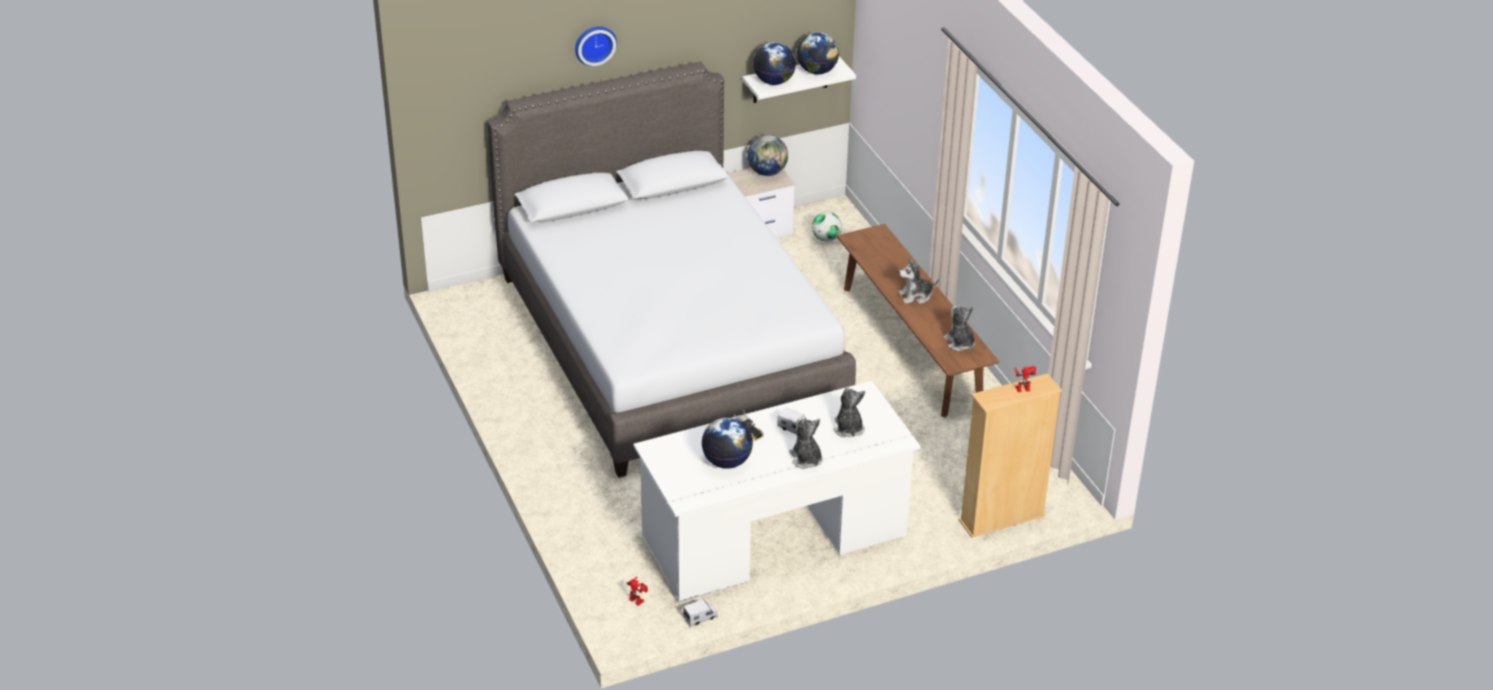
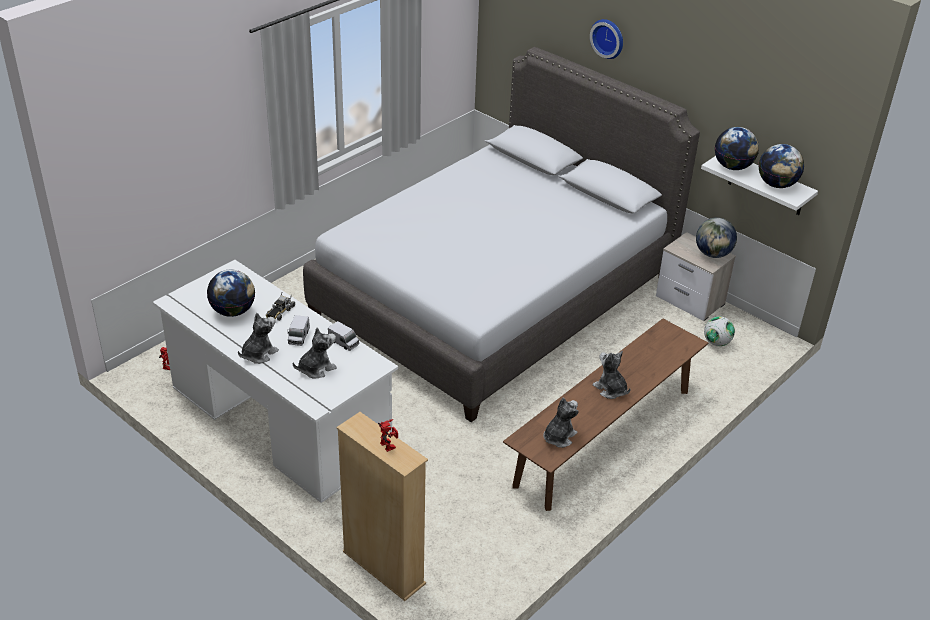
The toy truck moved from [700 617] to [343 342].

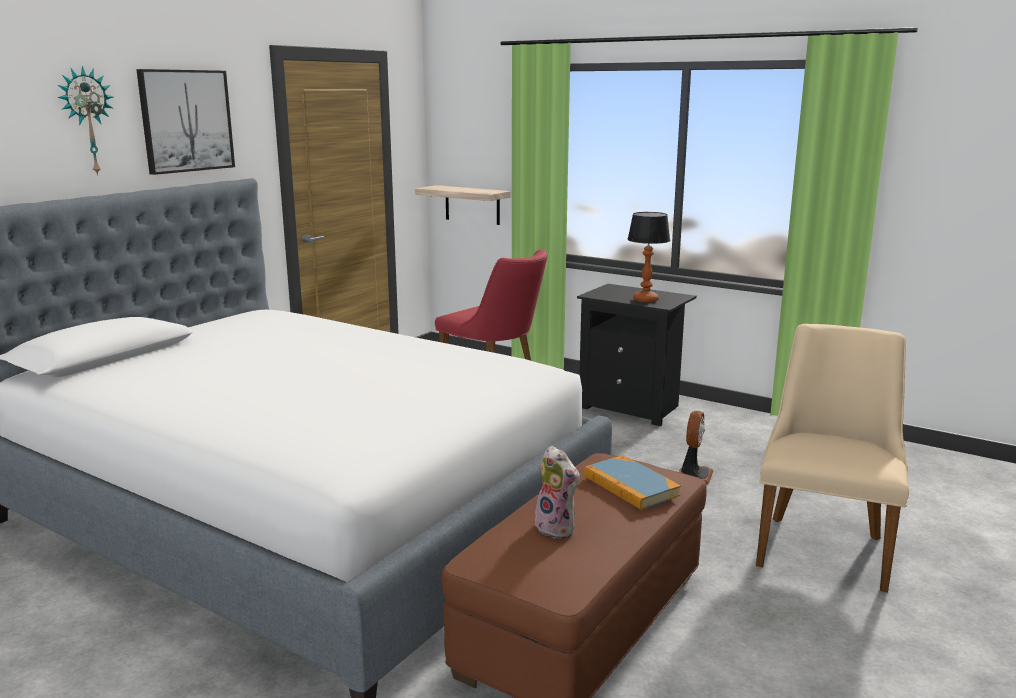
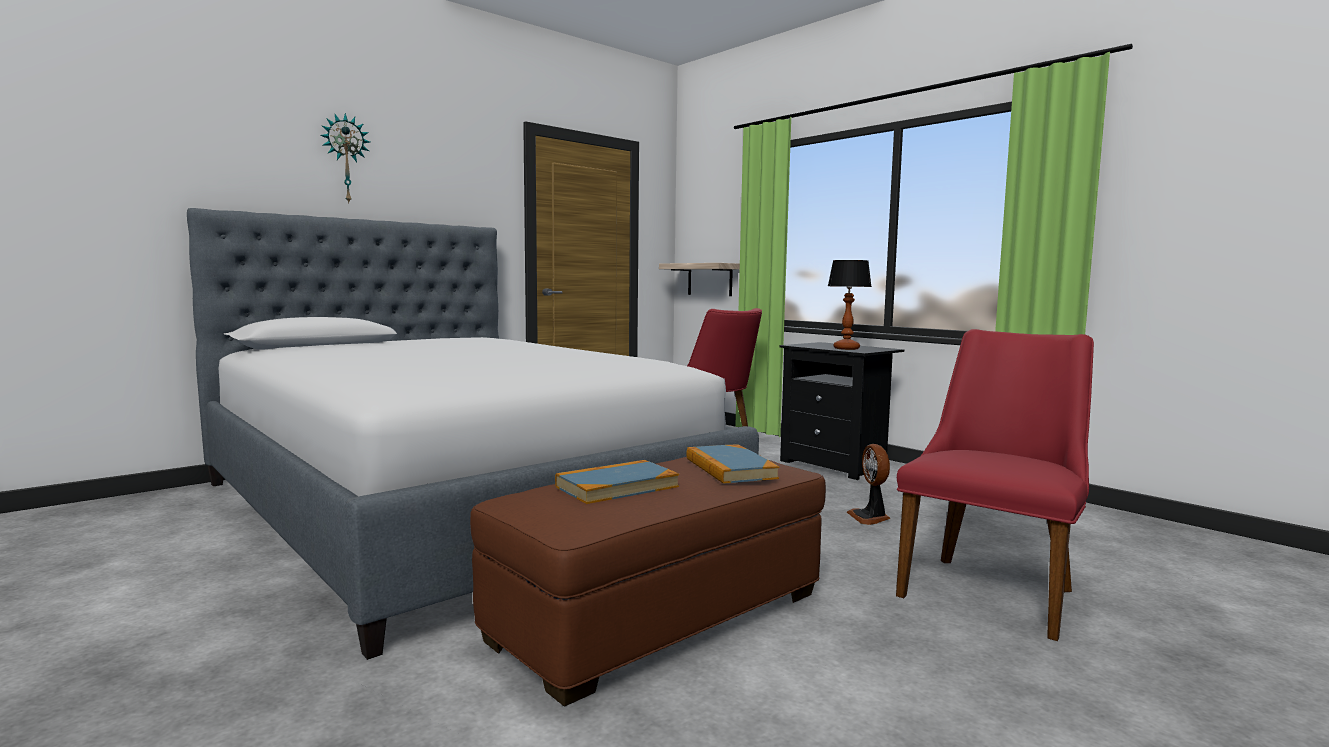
The wall art at [186 121] disappeared.
The plush toy at [558 528] was replaced by the book at [617 486].
The upright chair (beige) at [824 544] became the upright chair (reddish) at [993 588].
The electric fan at [694 475] turned 135 degrees clockwise.

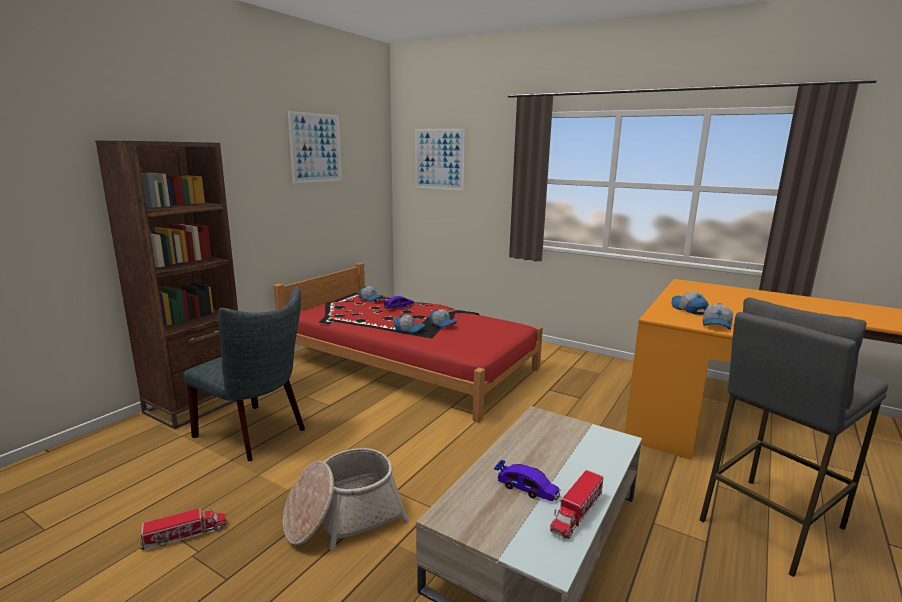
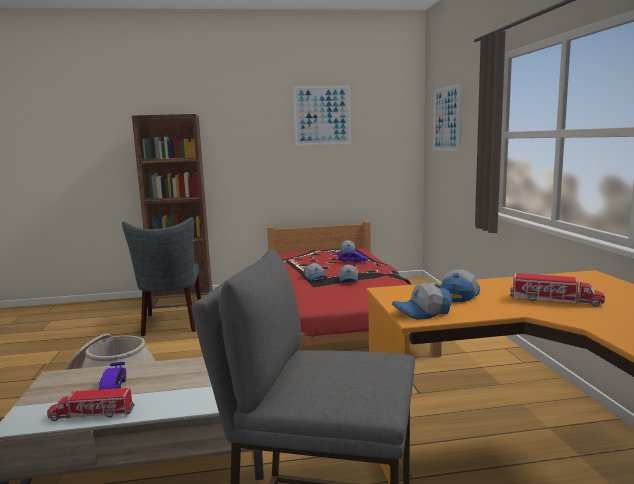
The toy truck moved from [185 535] to [555 300].

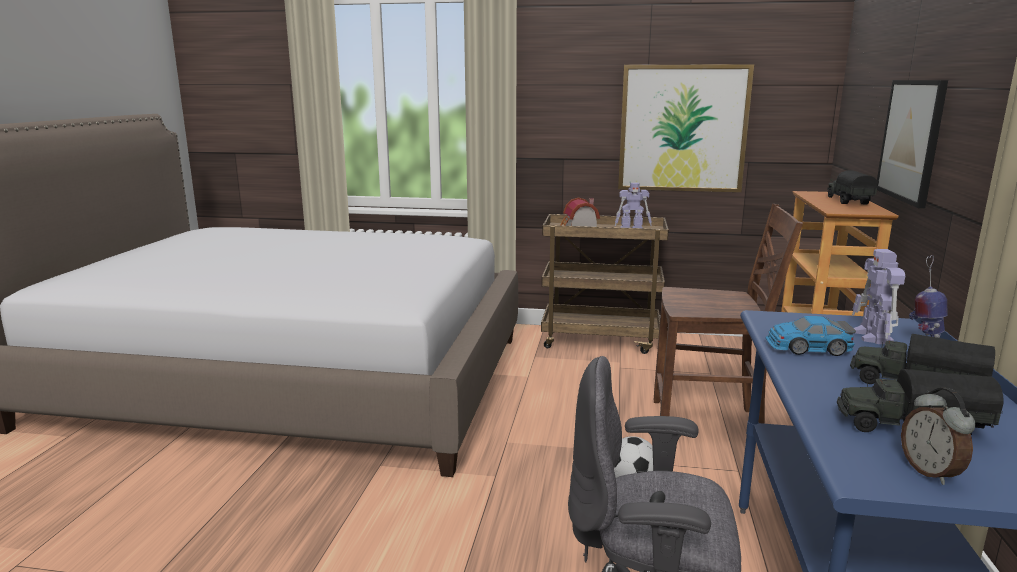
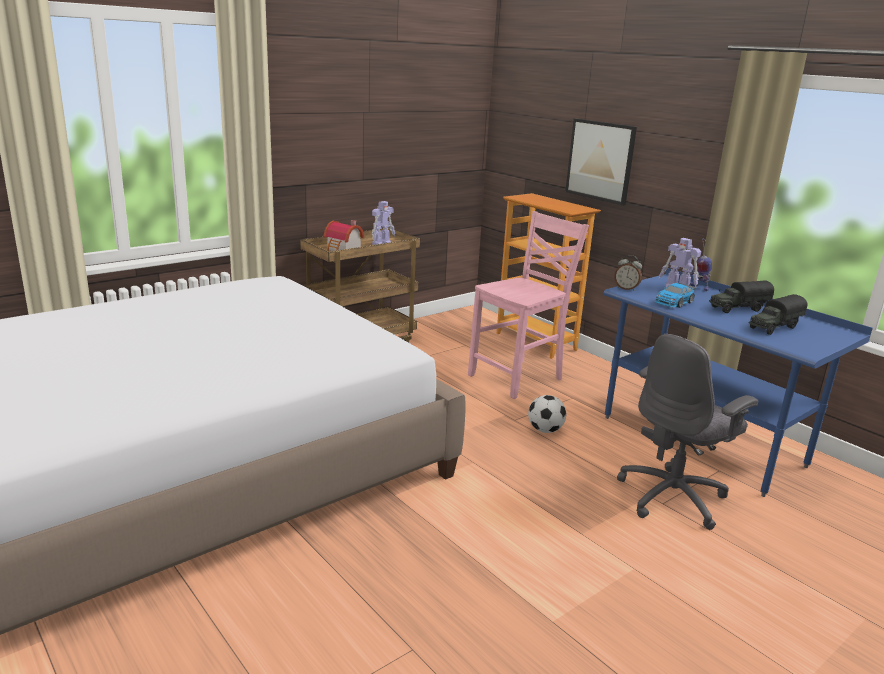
The wall art at [683 128] disappeared.
The toy truck at [847 201] disappeared.
The alarm clock moved from [931 472] to [626 288].
The upright chair (brownish) at [709 424] became the upright chair (pink) at [518 378].

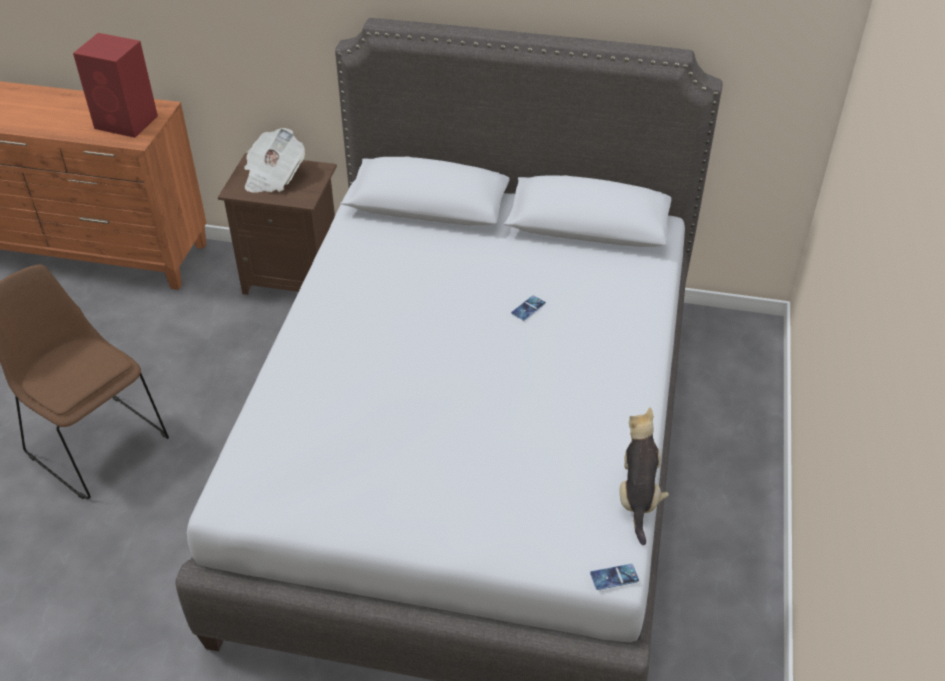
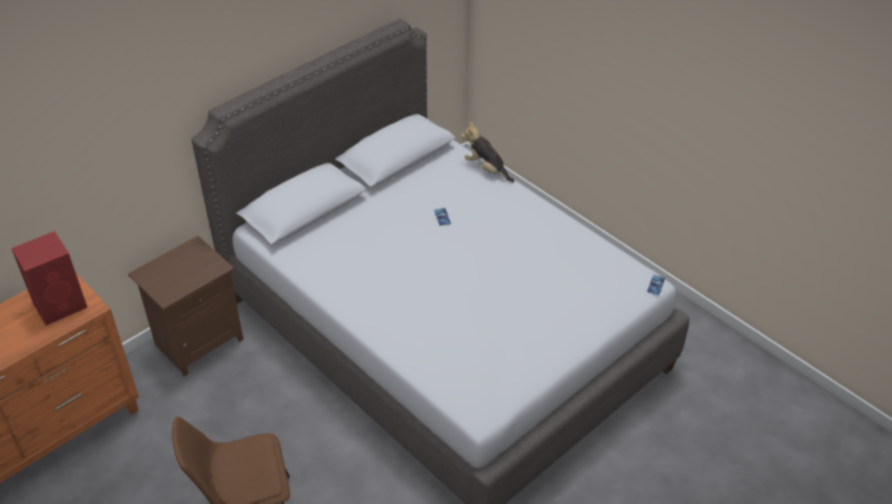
The newspaper at [273 177] disappeared.
The plush toy moved from [638 496] to [486 169].

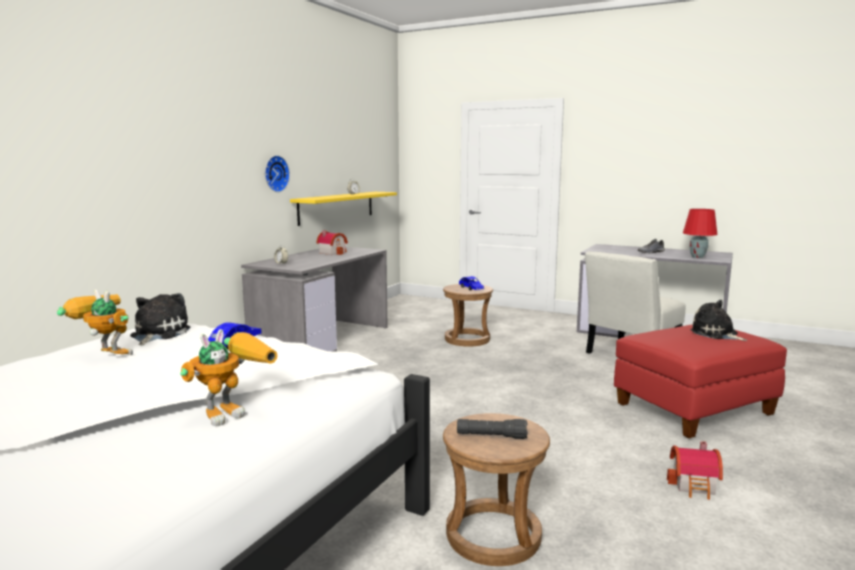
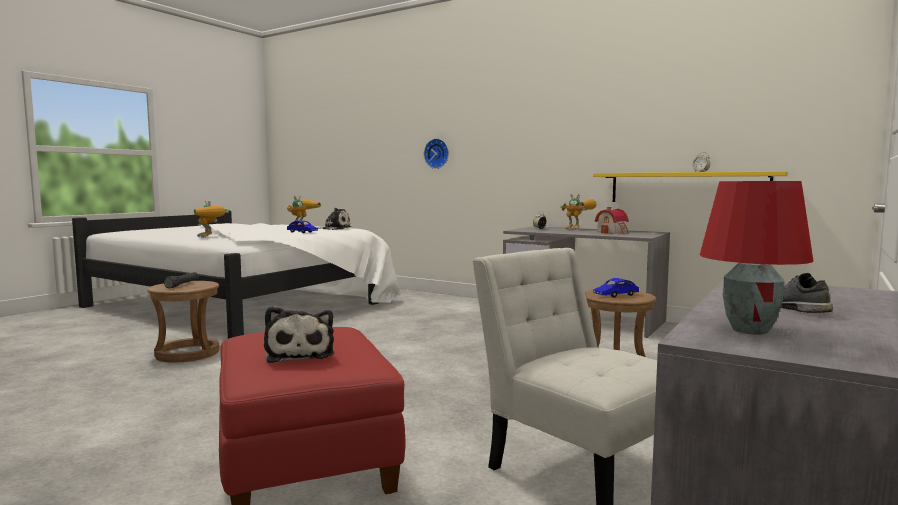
The model house at [695 486] disappeared.
The robot figure at [579 229] appeared.
The wall clock moved from [275 173] to [437 153].
The plush toy at [716 334] turned 105 degrees clockwise.

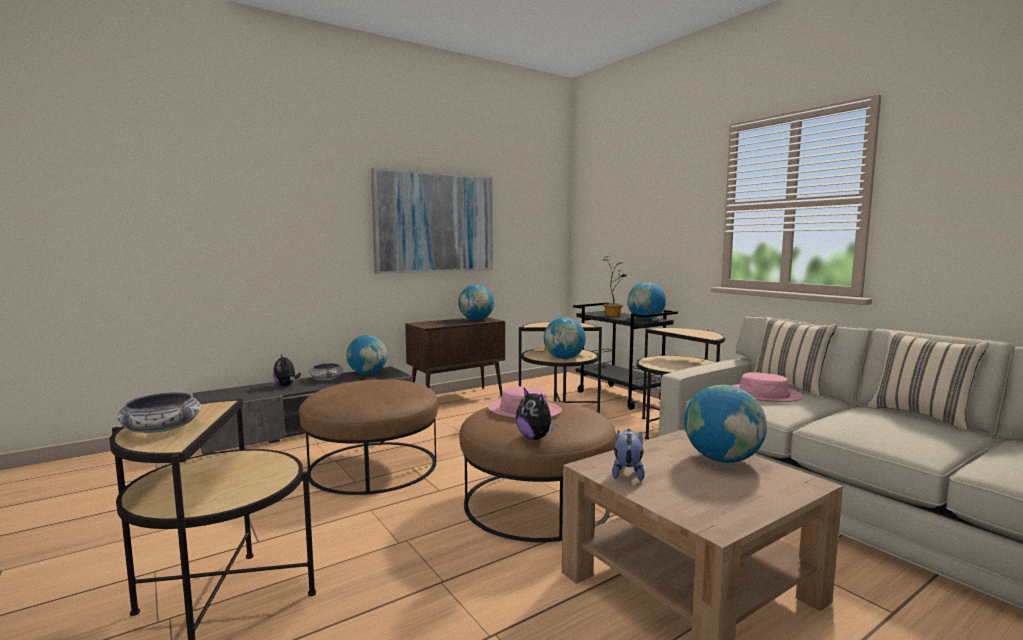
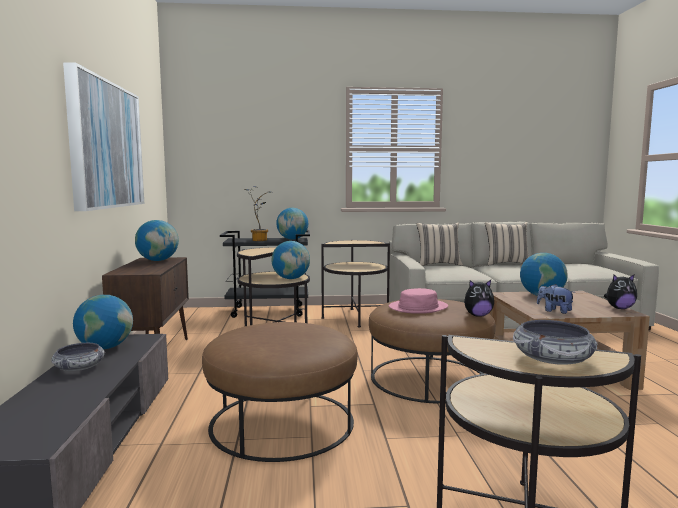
The clothing hat (pink) at [763 394] disappeared.
The plush toy moved from [286 385] to [619 308].

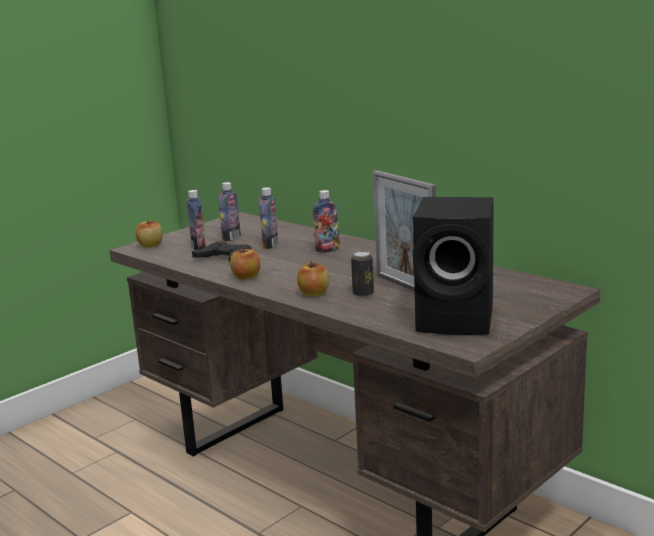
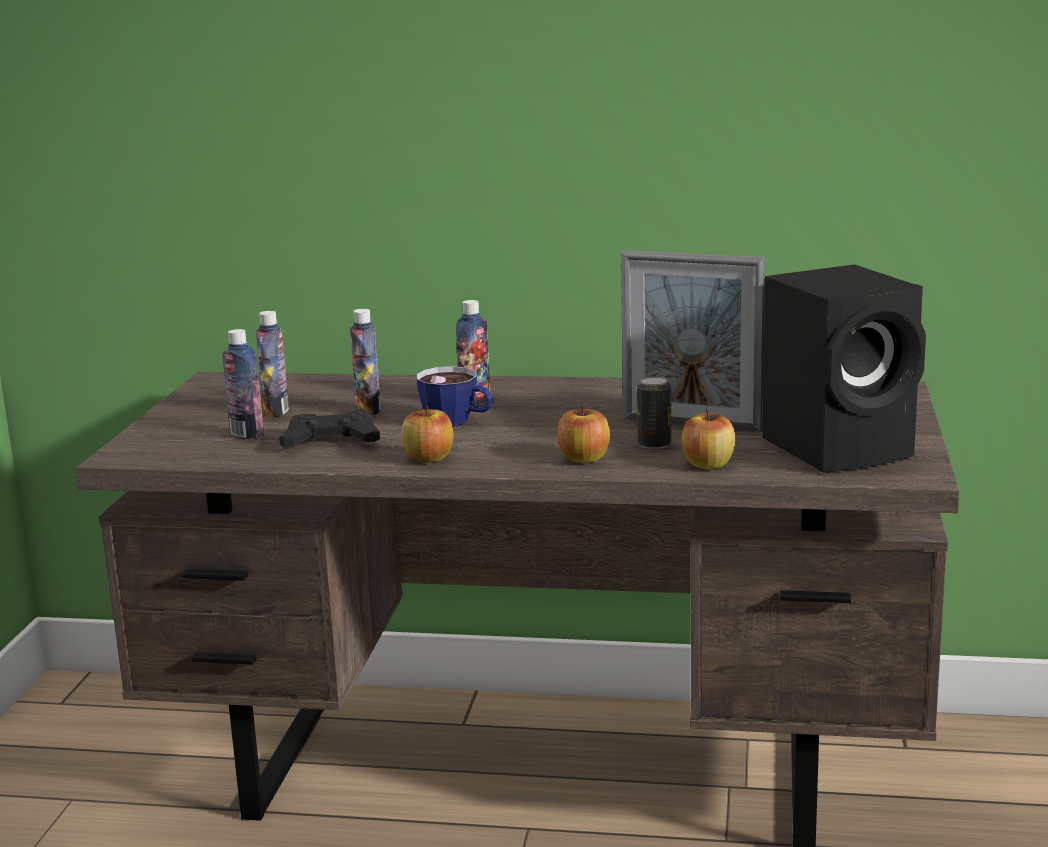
The drinking cup at [457 421] appeared.
The apple fruit moved from [150 245] to [708 464].

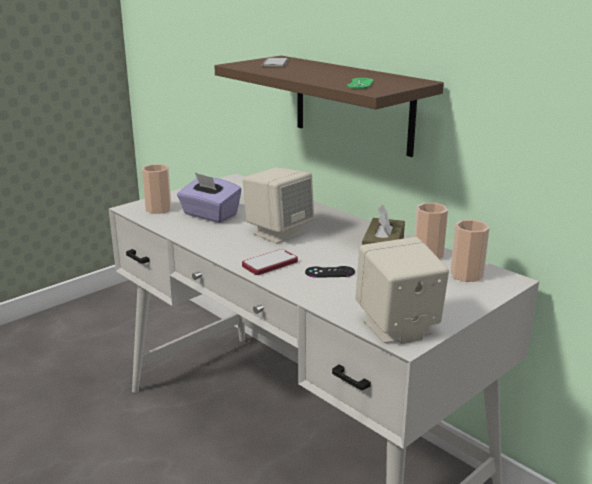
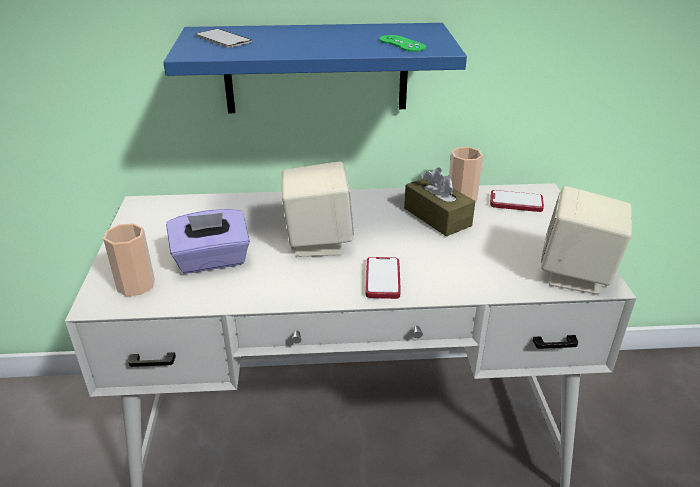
The game controller (blackish) at [330 272] disappeared.
The drinking cup at [466 275] was replaced by the handset at [516 202].
The shelf (brownish) at [353 104] became the shelf (blue) at [316 69].

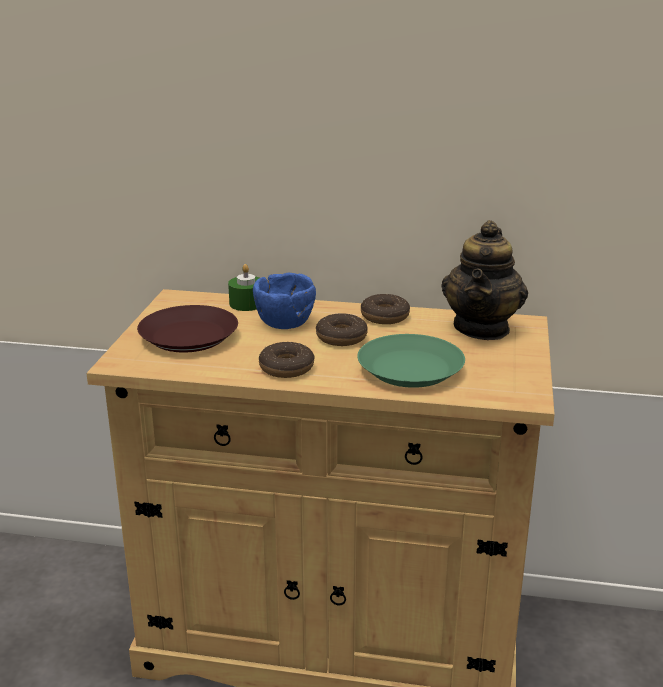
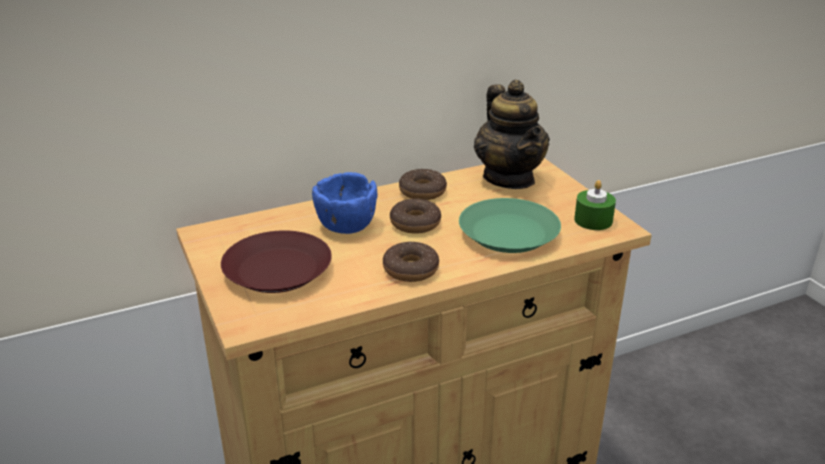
The wax light (green) moved from [247 303] to [593 220].

